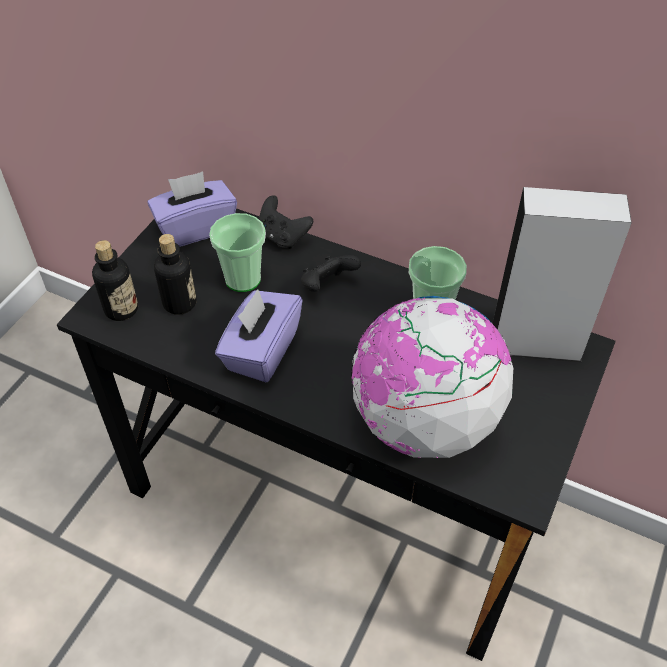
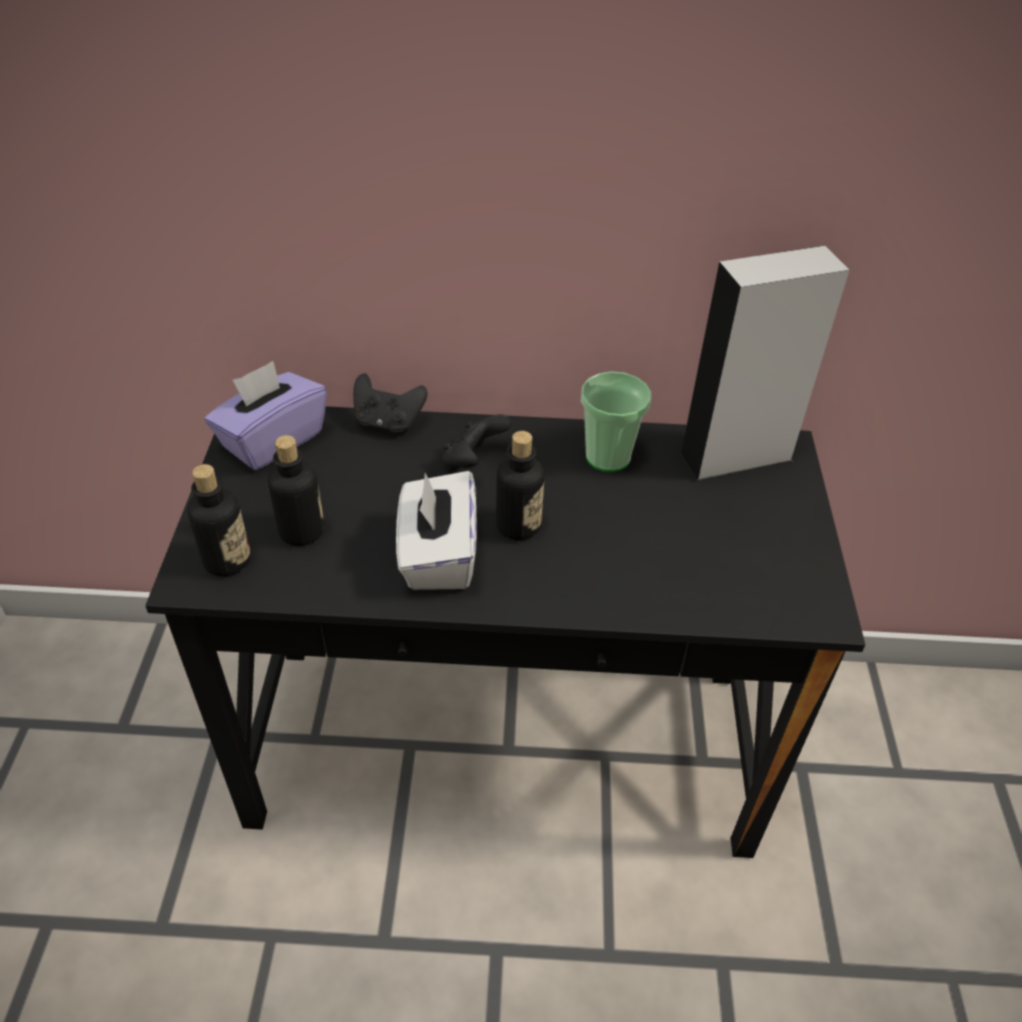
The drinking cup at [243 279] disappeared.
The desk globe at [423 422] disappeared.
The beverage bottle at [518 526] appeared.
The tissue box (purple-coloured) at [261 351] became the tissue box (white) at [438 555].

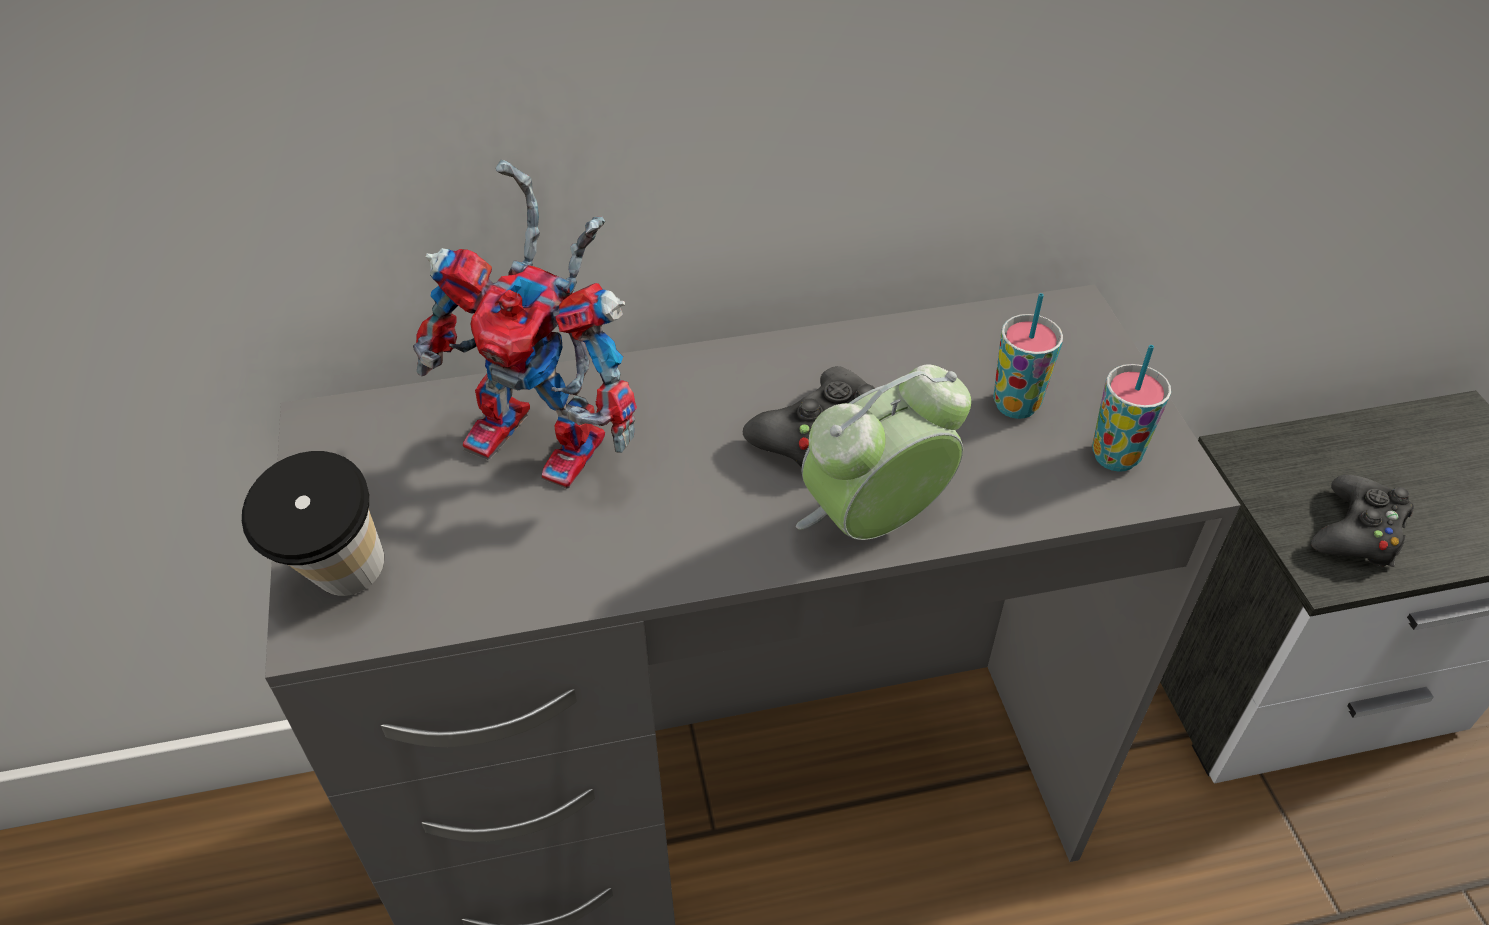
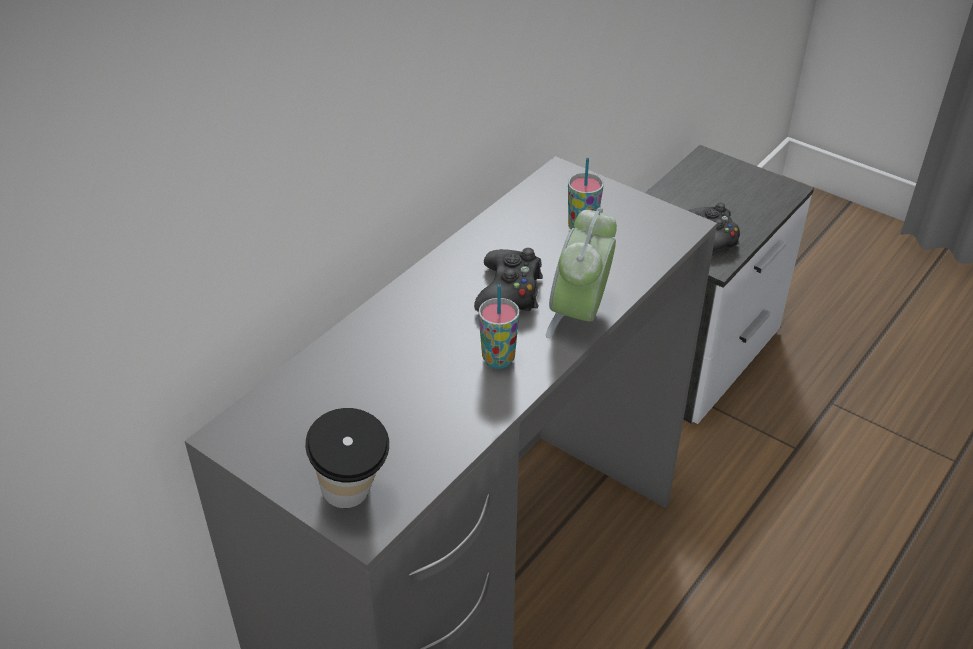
The robot figure at [553 442] disappeared.
The drinking cup moved from [1115 456] to [498 359].

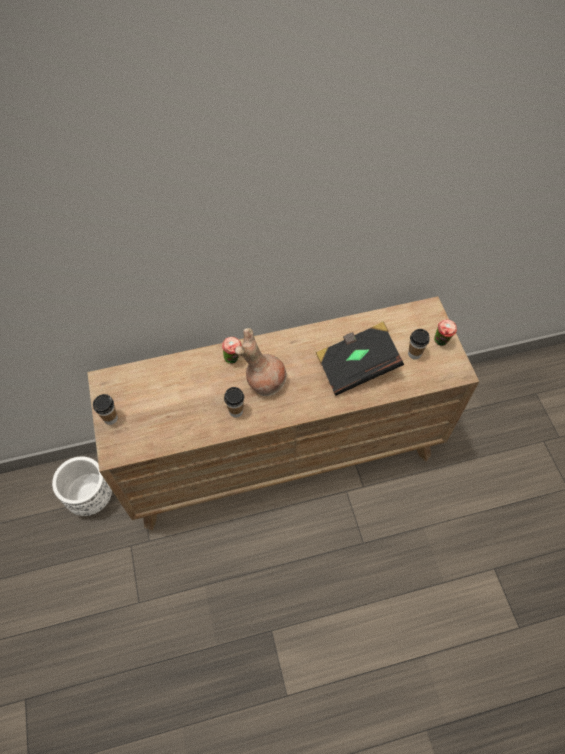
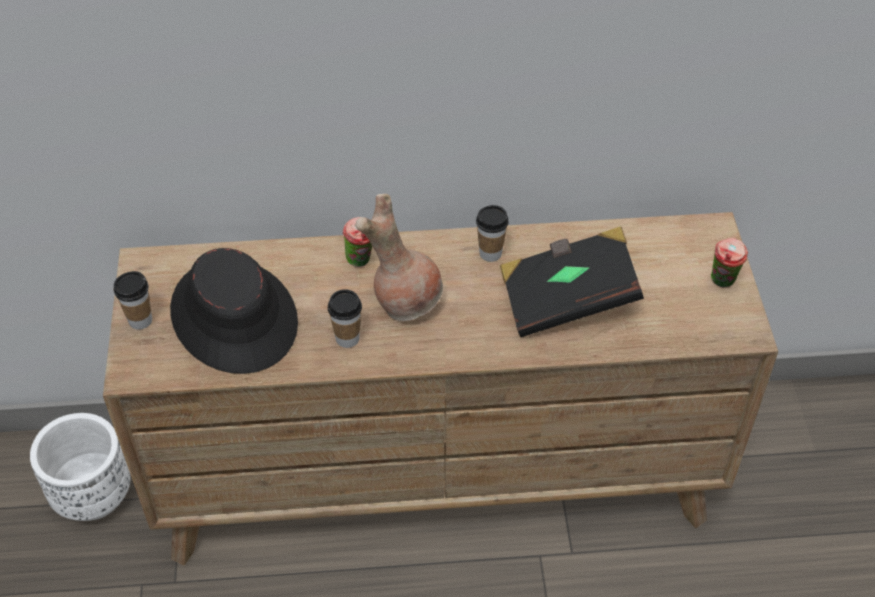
The clothing hat (blackish) at [235 316] appeared.
The drinking cup moved from [414 354] to [490 253].

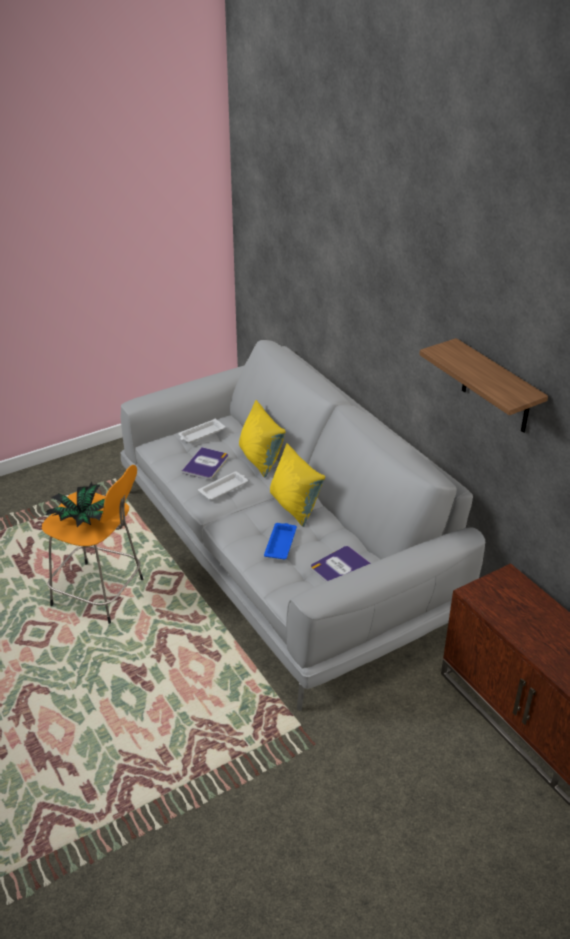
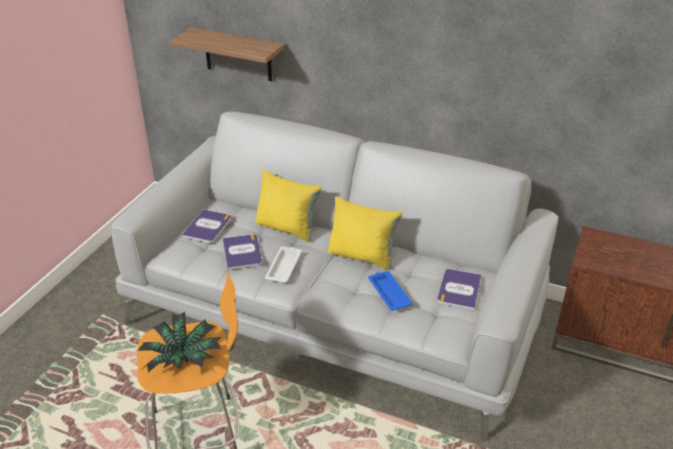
The shelf moved from [496 388] to [238 55].
The carrying tray (white) at [201 434] was replaced by the book at [207 227].

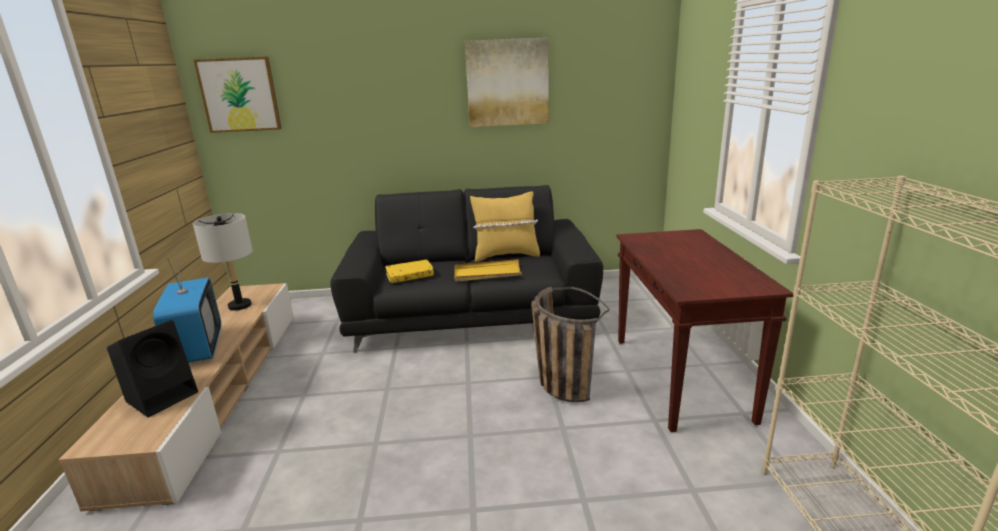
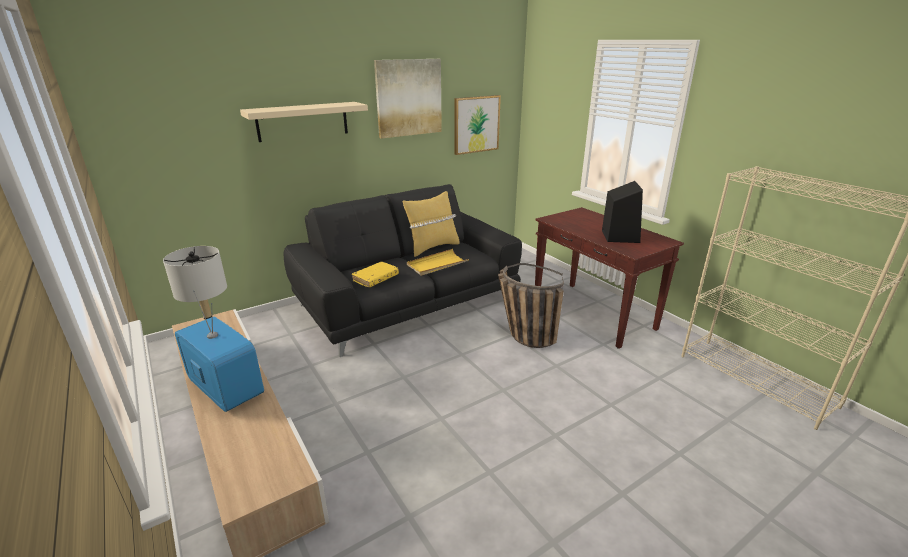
The shelf (beige) at [303 121] appeared.
The audio speaker (blackish) moved from [164 396] to [619 236].
The wall art moved from [239 95] to [476 124].

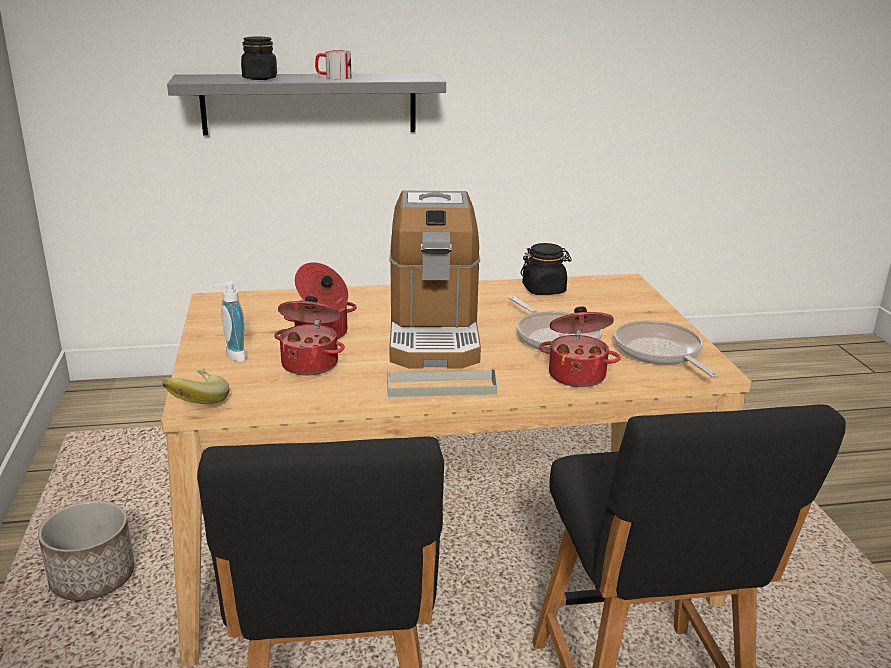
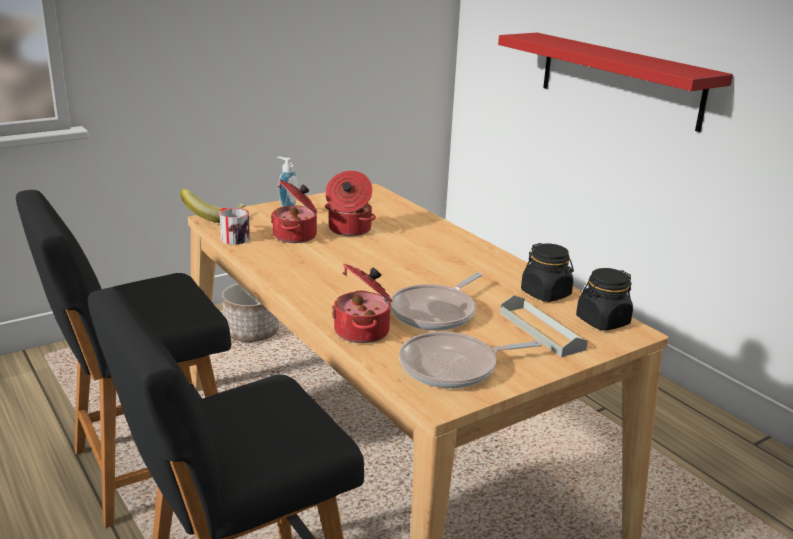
The coffee brewer at [434 333] disappeared.
The storage jar (blackish) moved from [260 78] to [602 321].
The coffee mug moved from [333 77] to [232 237].
The carrying tray (gray) moved from [441 387] to [541 330].
The shelf (gray) at [309 104] became the shelf (reddish) at [619 79].
The skillet at [660 353] turned 150 degrees counterclockwise.

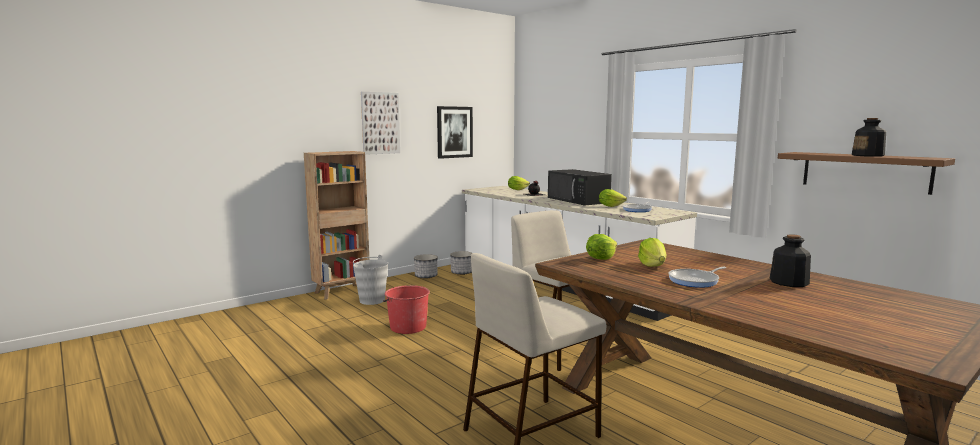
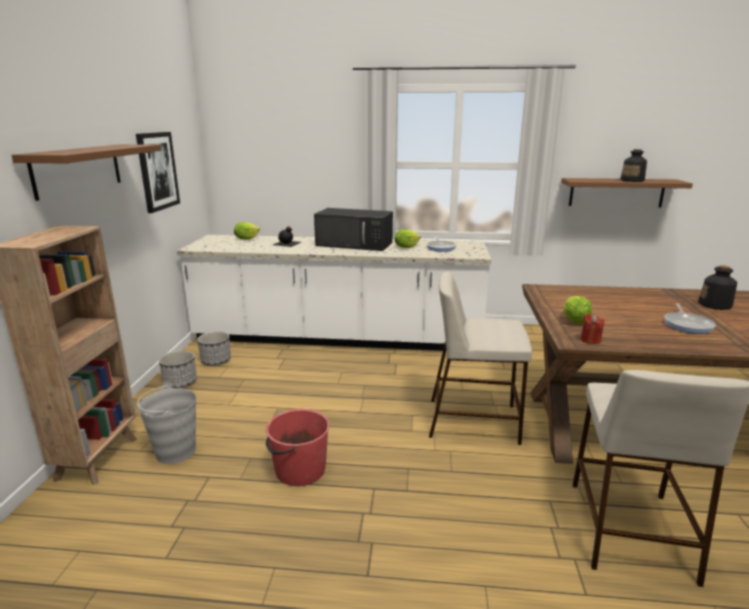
The lettuce head at [652 265] disappeared.
The wax light (reddish) at [590 340] appeared.
The wall art at [380 123] was replaced by the shelf (brownish) at [78 169].

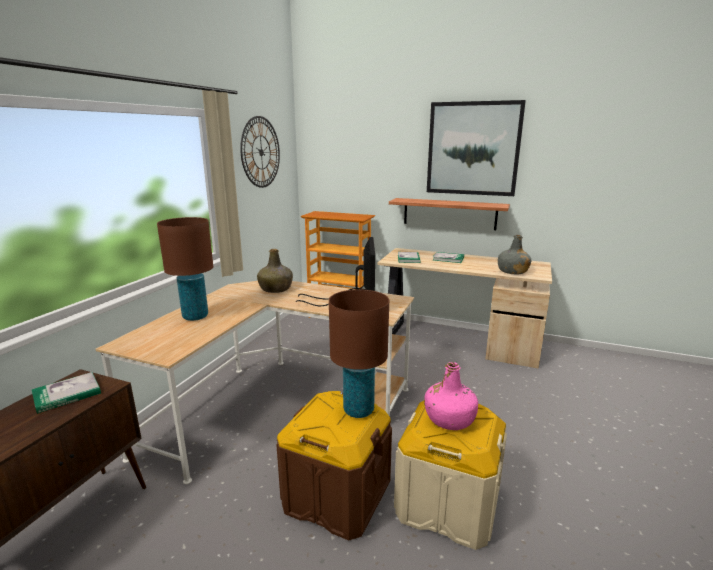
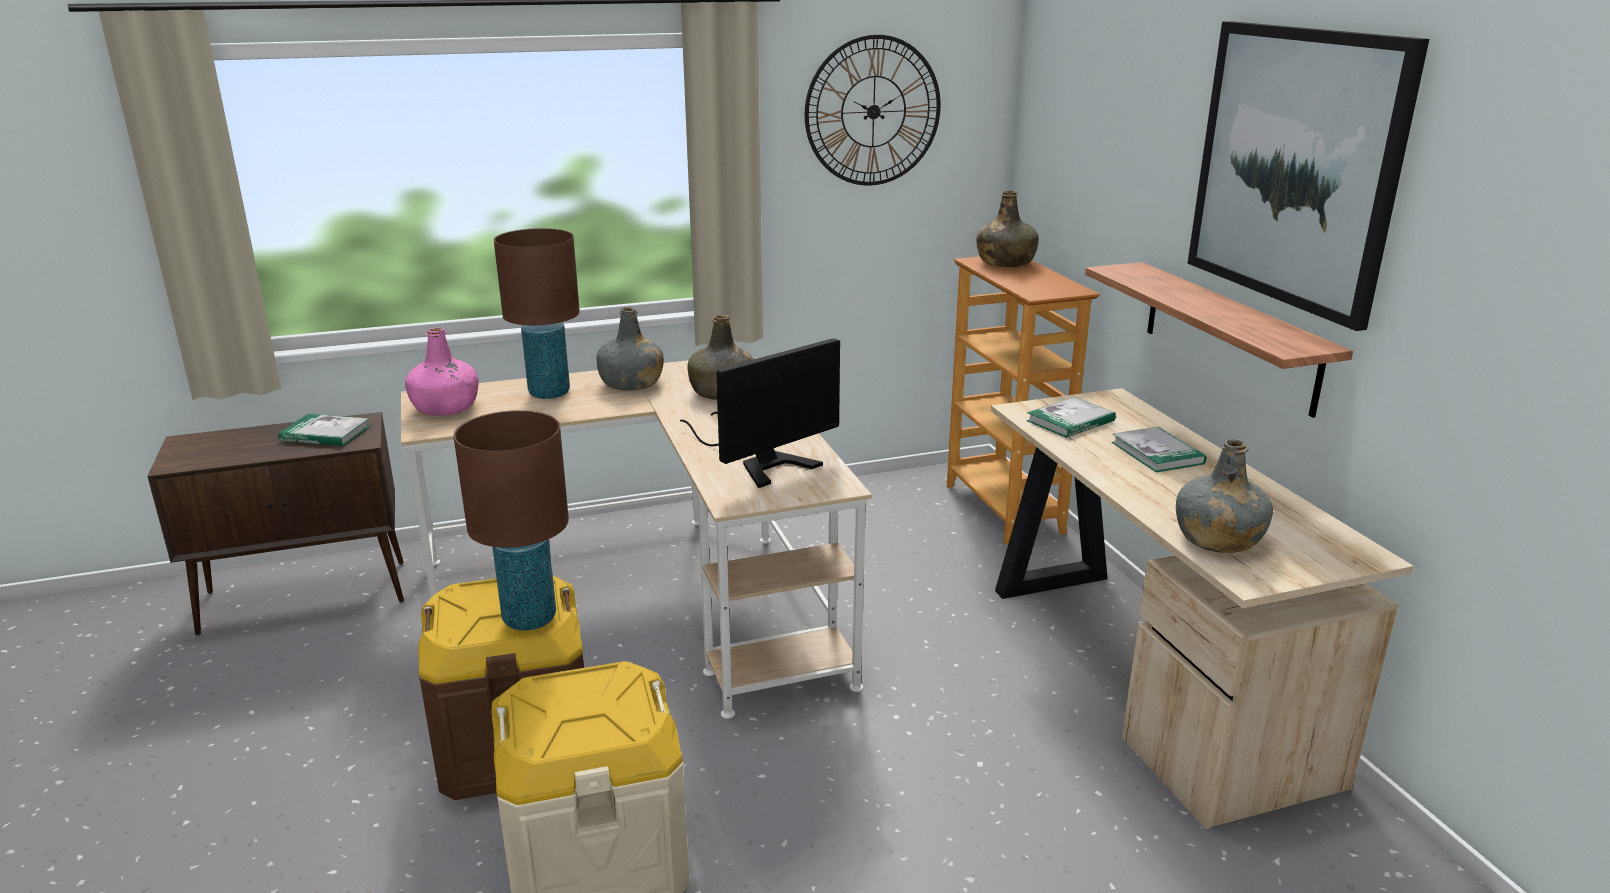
The beverage bottle (gray) at [631 383] appeared.
The beverage bottle (green) at [1005 263] appeared.
The beverage bottle (pink) moved from [449 419] to [446 408].

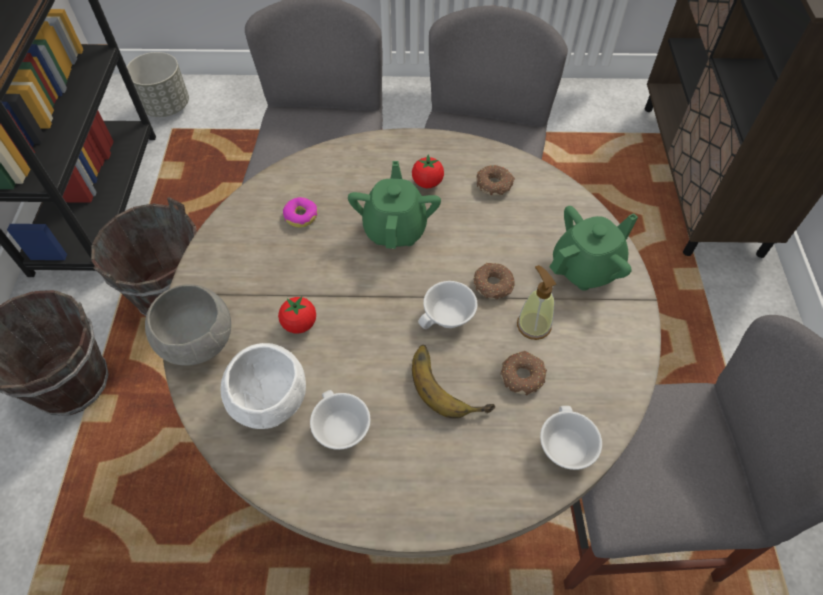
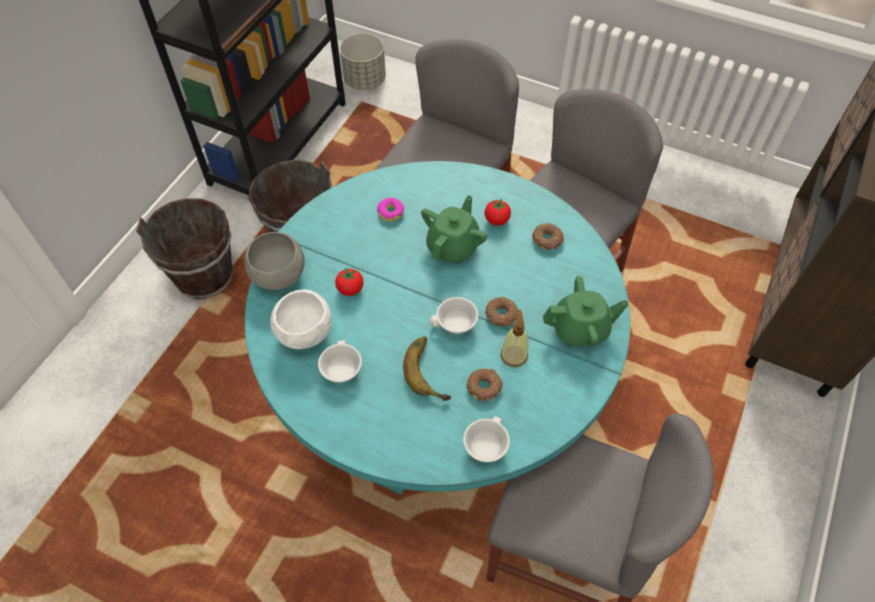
The dinner table (beige) at [411 412] became the dinner table (turquoise) at [437 399].

